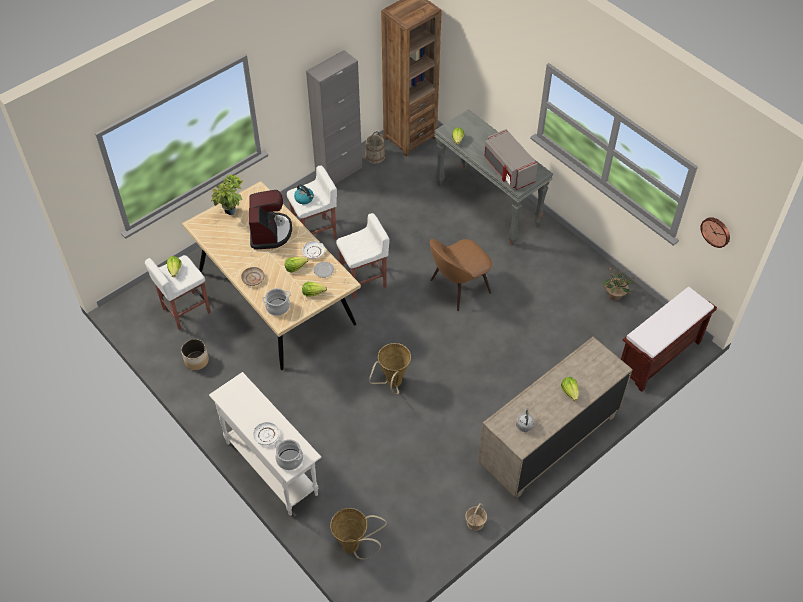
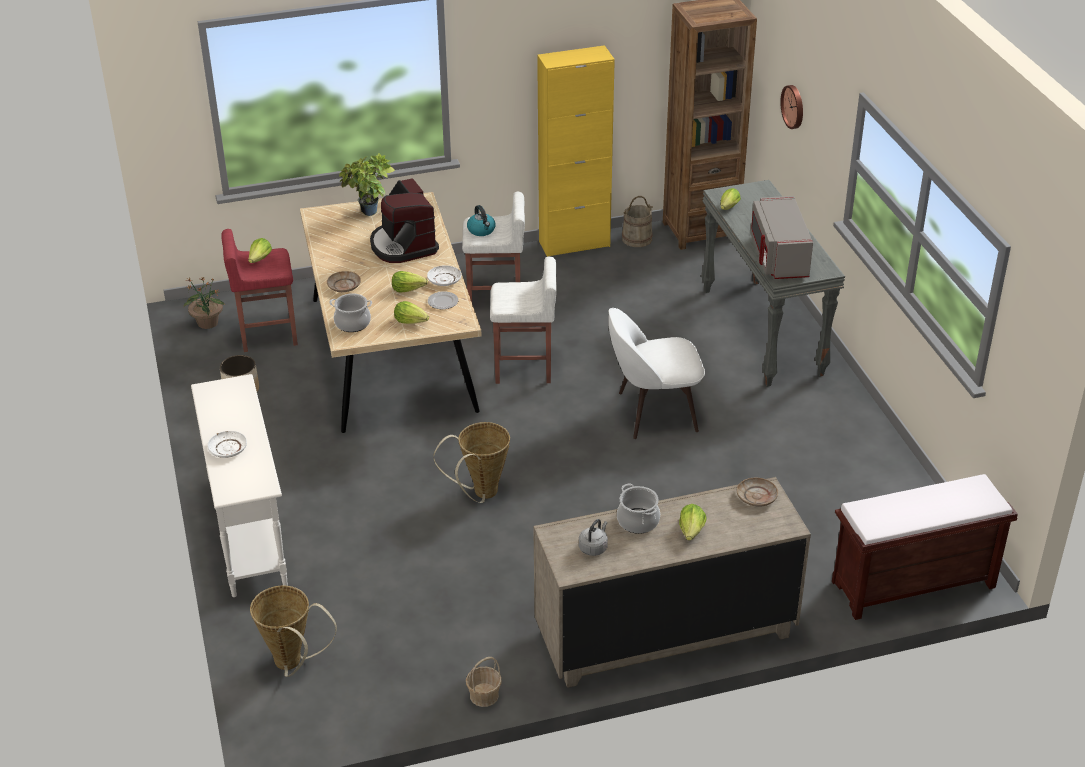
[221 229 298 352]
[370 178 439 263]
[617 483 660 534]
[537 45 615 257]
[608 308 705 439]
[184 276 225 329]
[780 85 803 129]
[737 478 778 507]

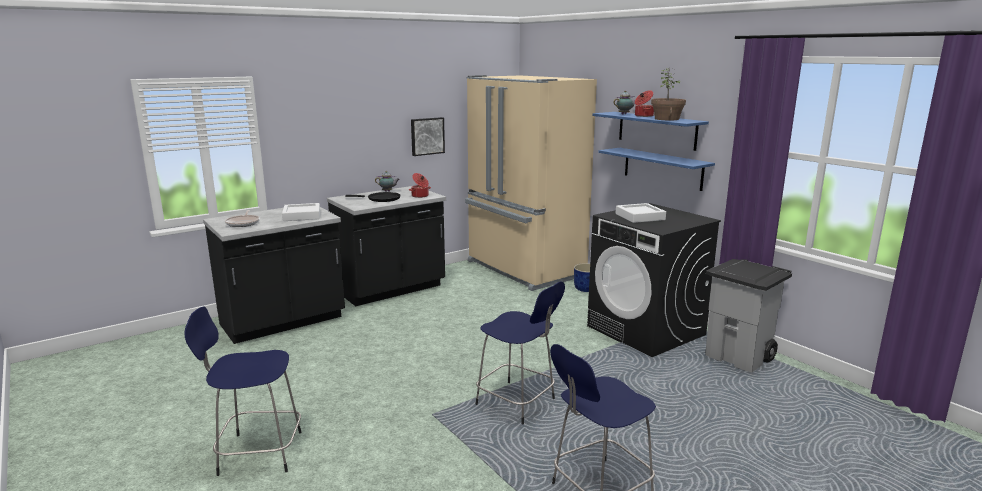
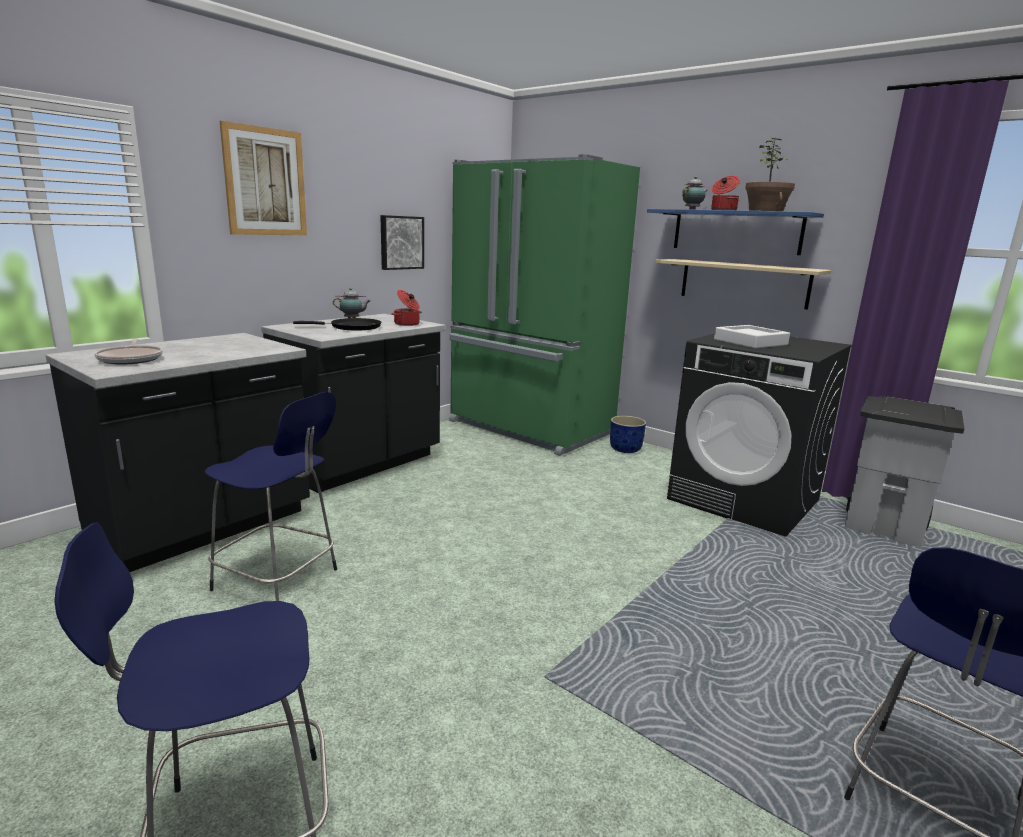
[282 203 320 221] (first image)
[449 154 640 456]
[205 392 337 601]
[655 259 831 310]
[220 121 307 235]

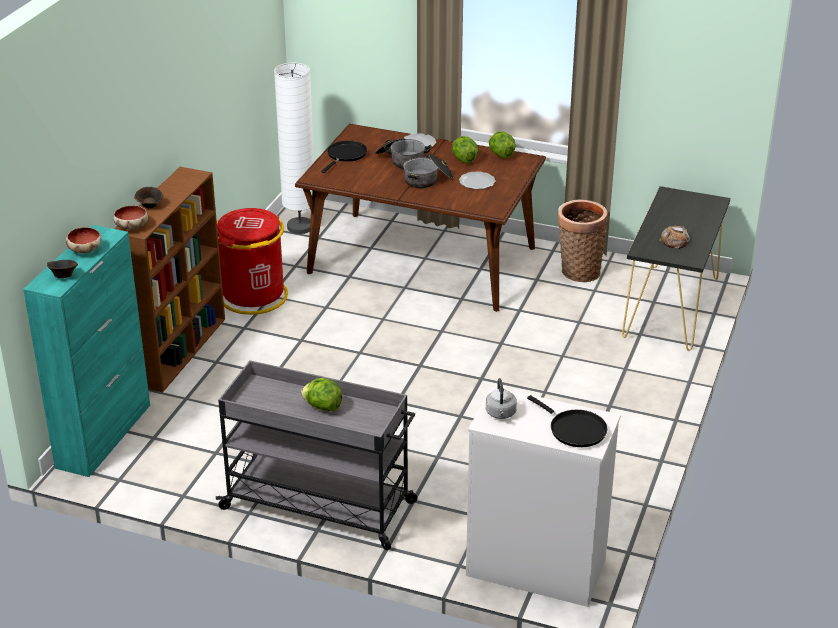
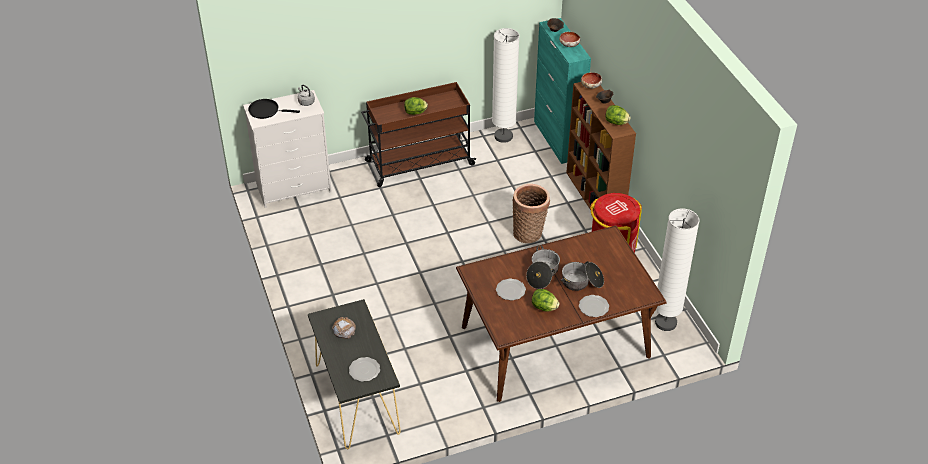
[361 82 476 187]
[321 141 367 173] (first image)
[605 105 631 125]
[512 184 550 243]
[349 357 380 382]
[492 28 520 143]

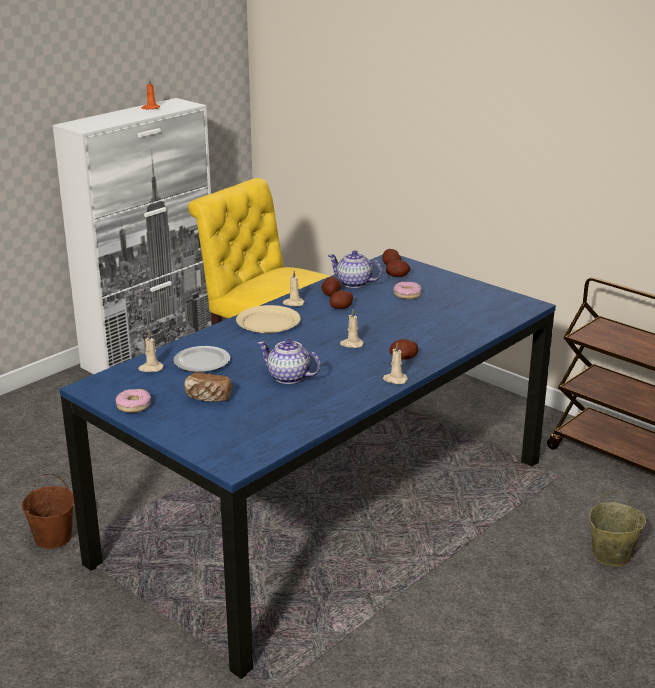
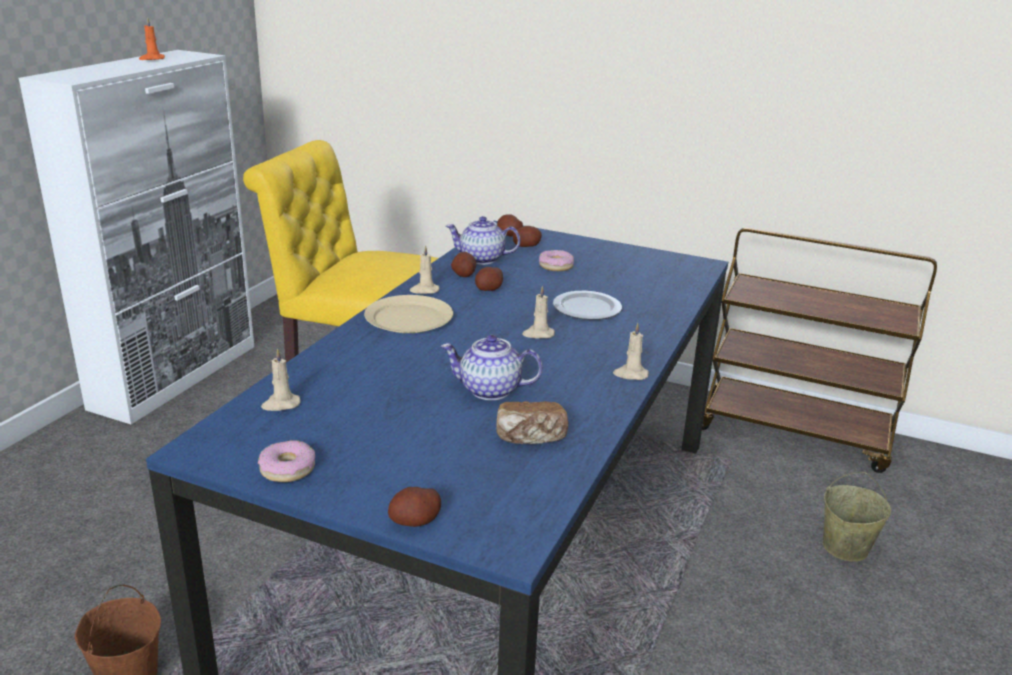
[553 291 622 320]
[496 401 568 444]
[388 487 441 527]

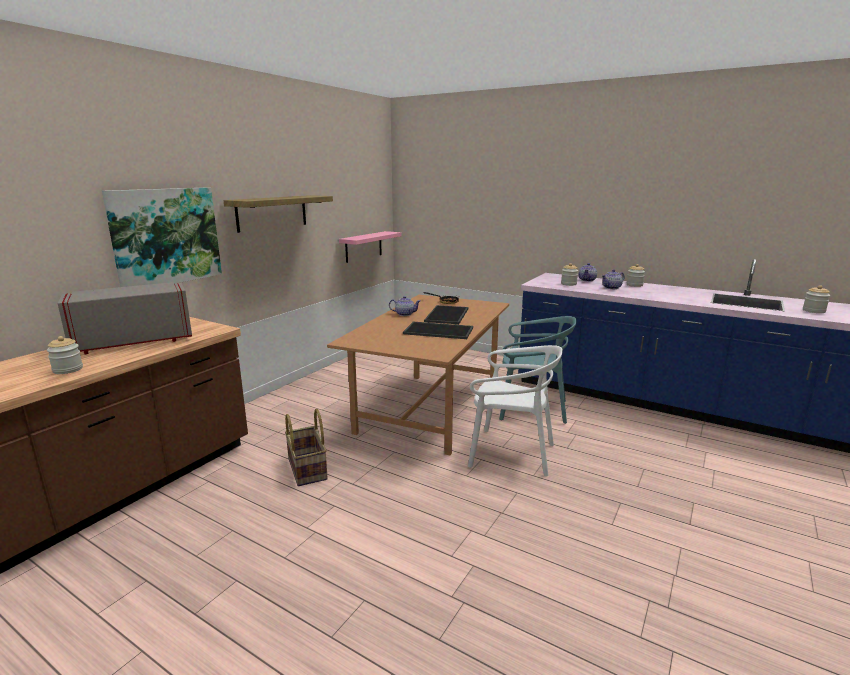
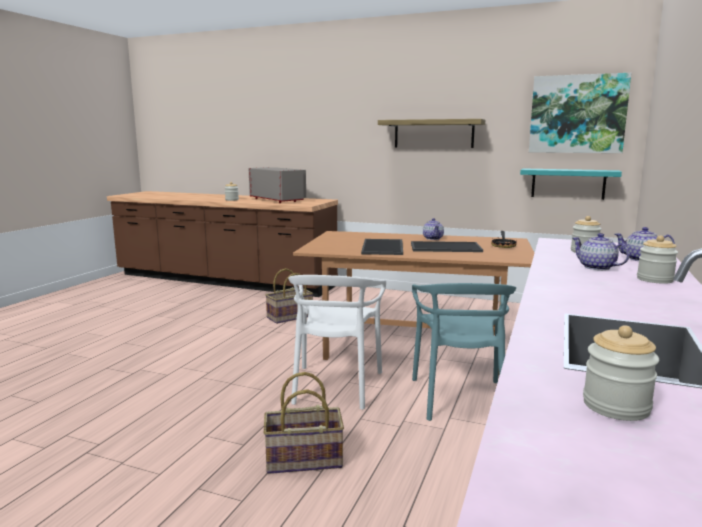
[529 73 631 153]
[520 168 622 200]
[264 372 344 474]

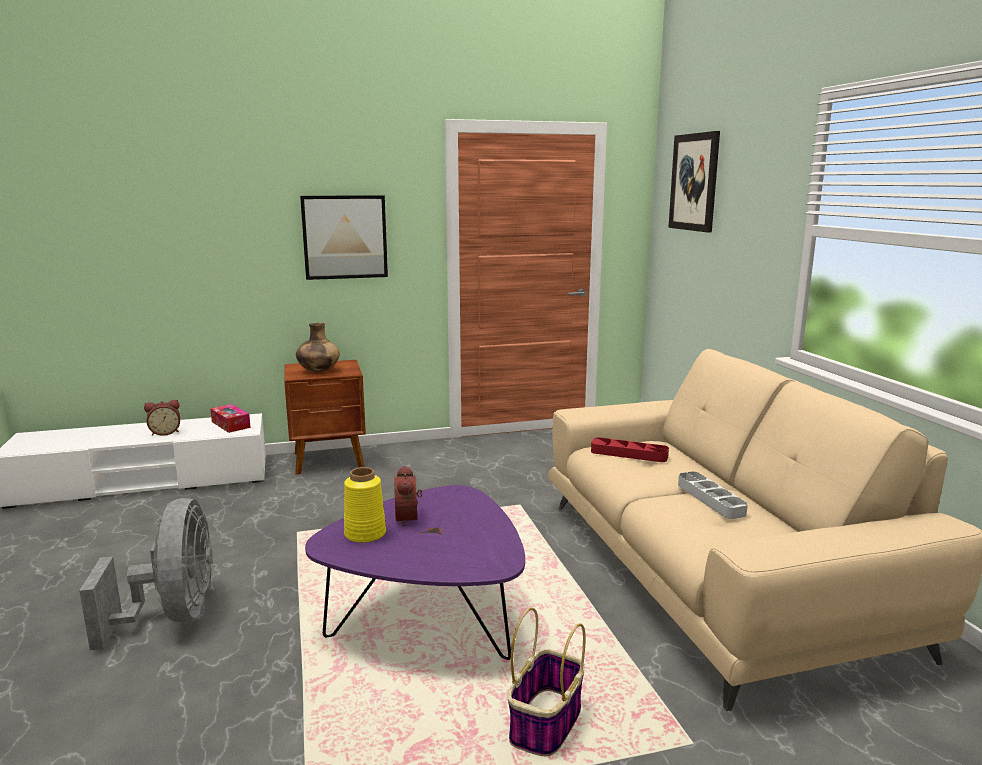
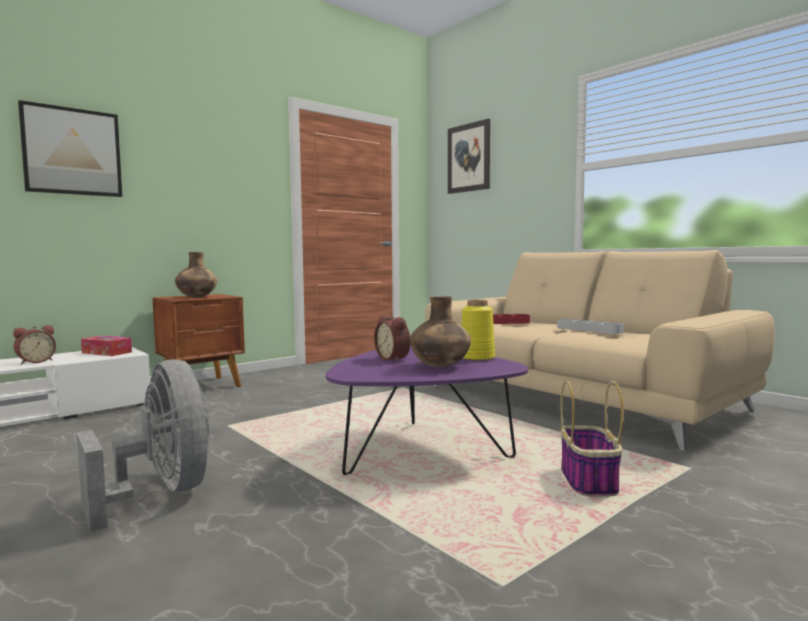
[18 100 122 197]
[461 300 495 361]
[410 296 471 367]

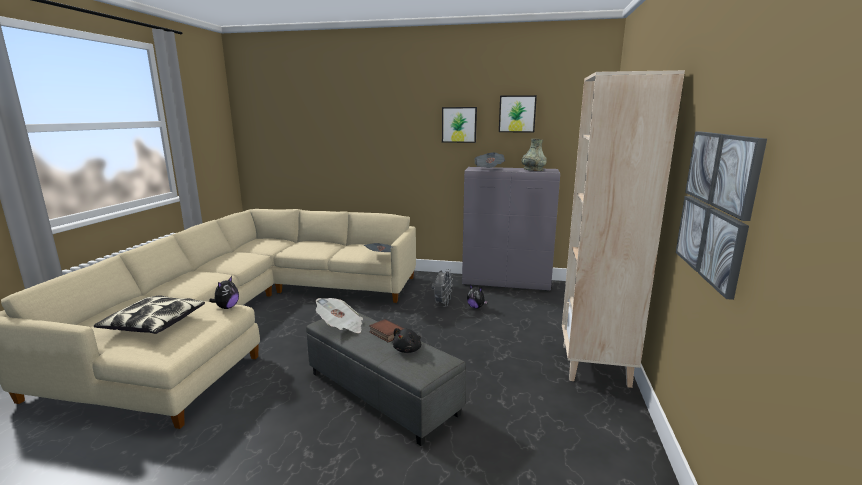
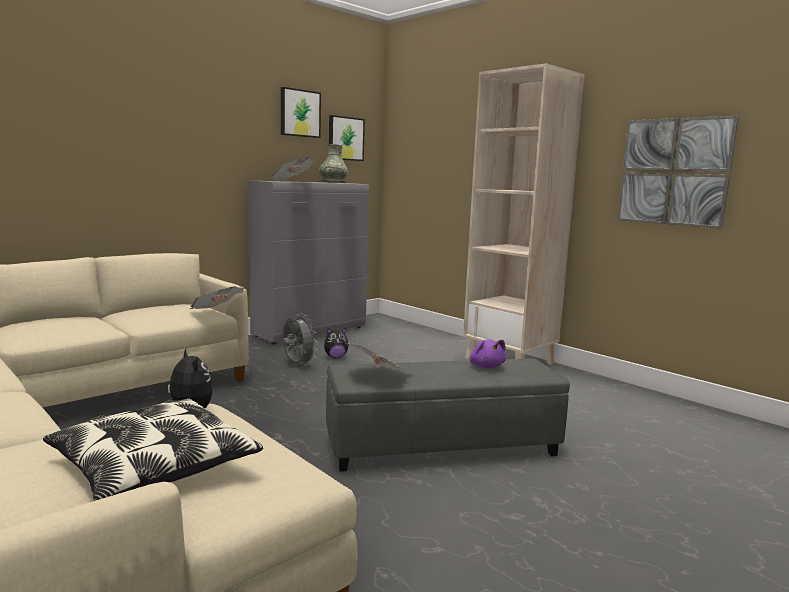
[369 319 404 343] (first image)
[470 339 506 369]
[329 115 365 161]

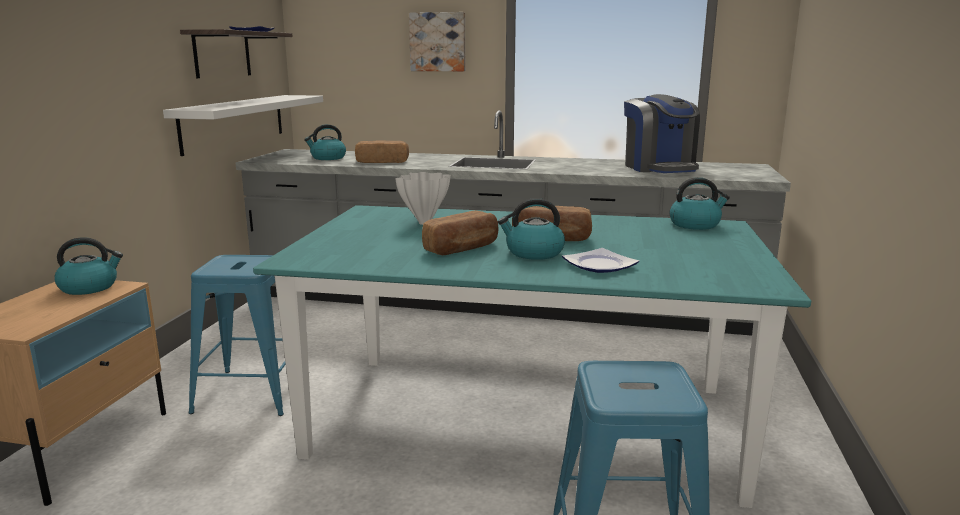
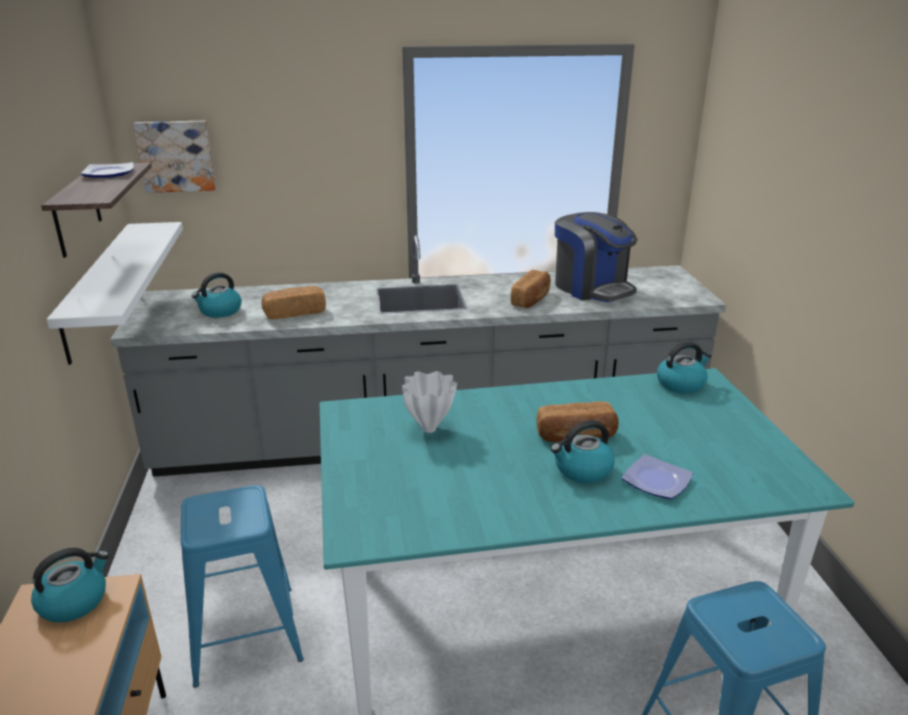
[133 121 216 193]
[511 270 551 308]

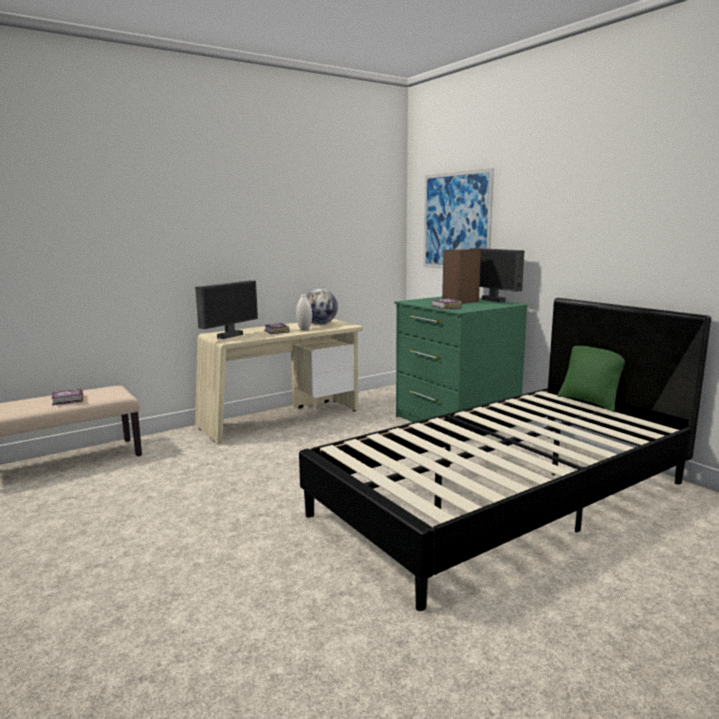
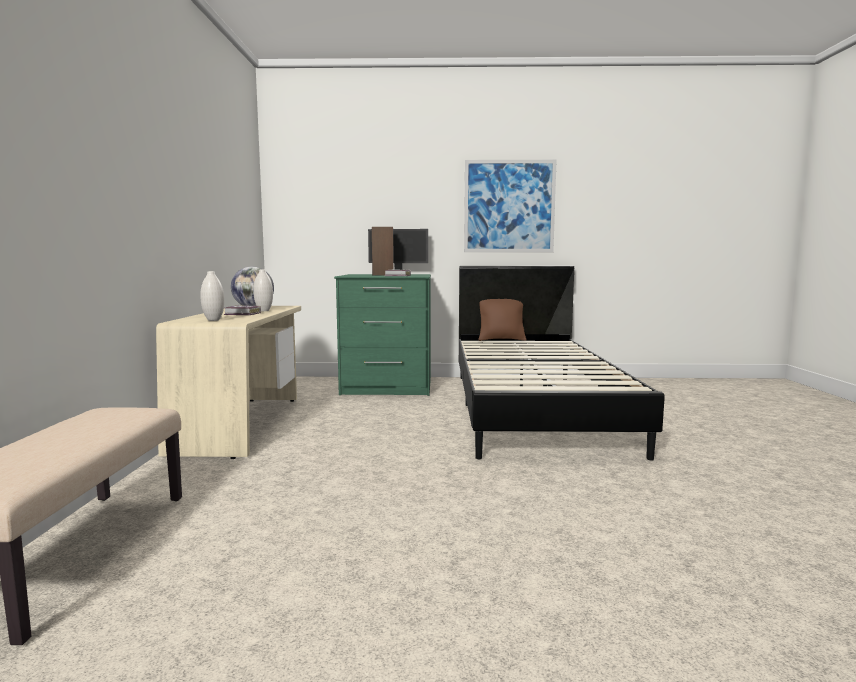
[51 389 83 405] (first image)
[200 271 224 321]
[464 160 557 252]
[478 299 527 341]

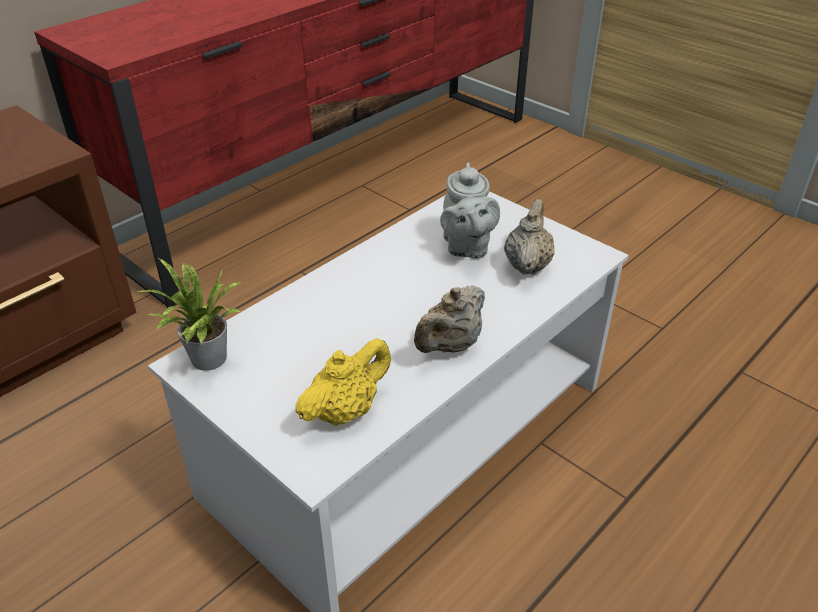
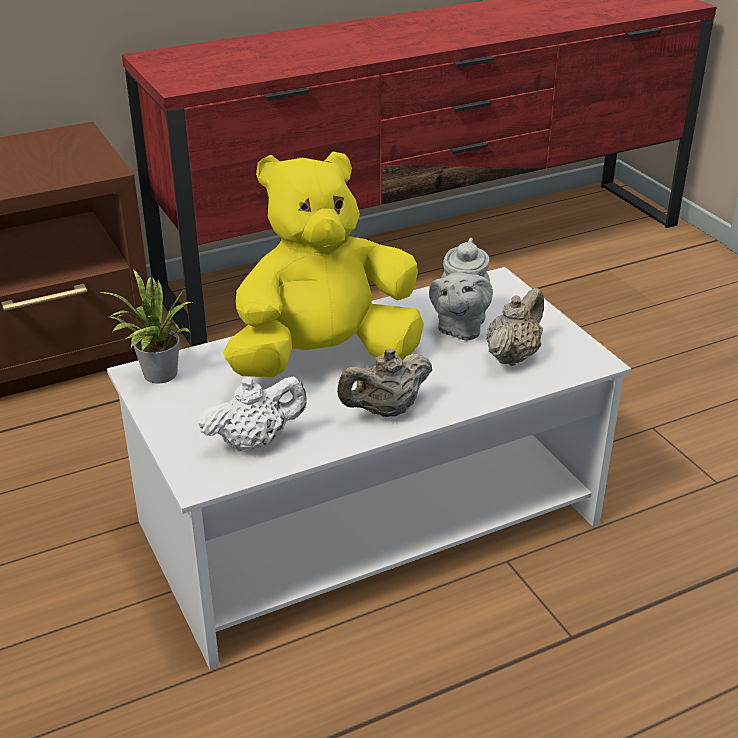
[198 376 307 452]
[223 152 424 377]

